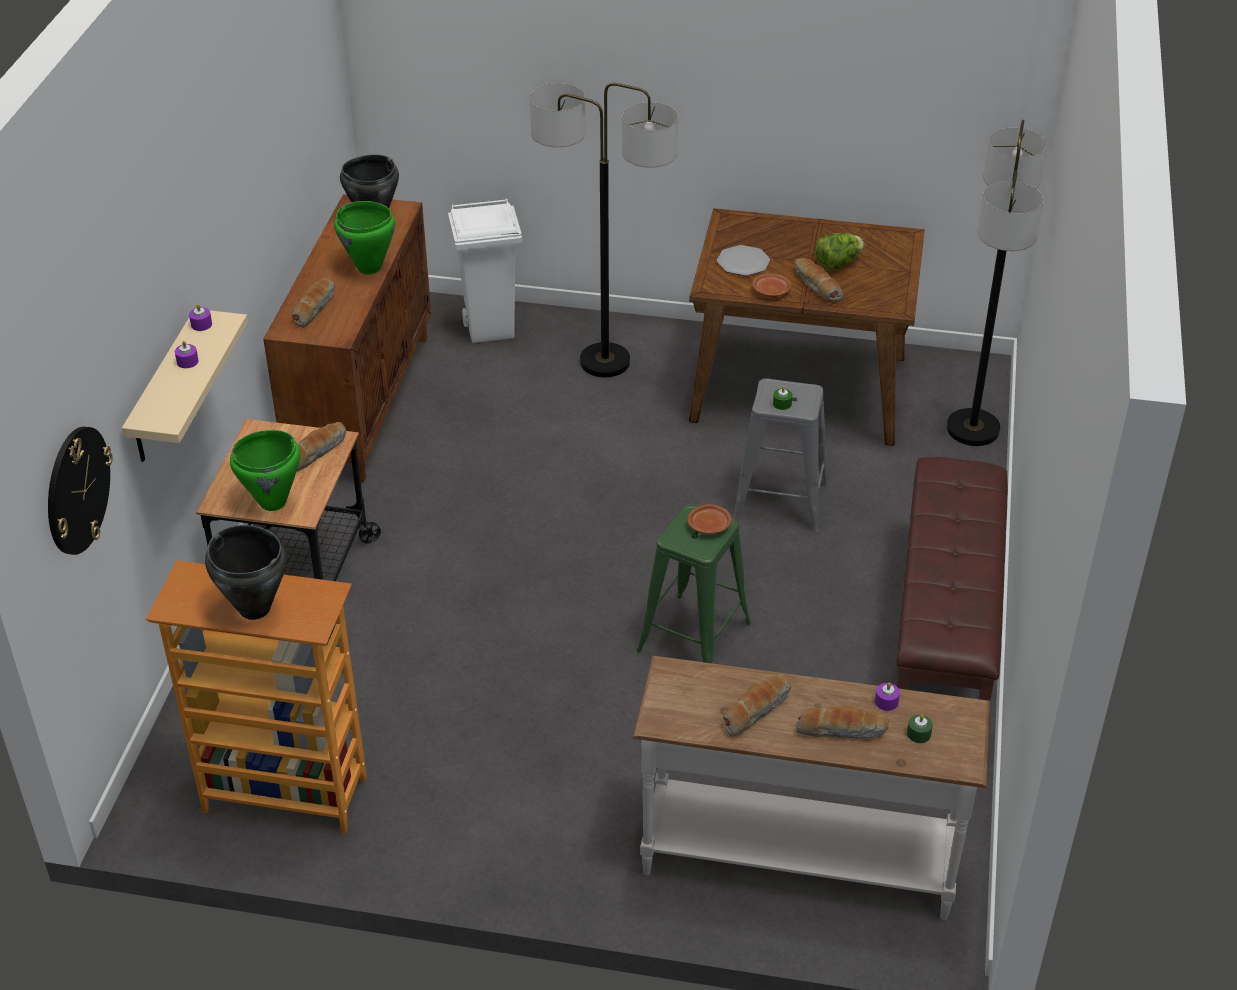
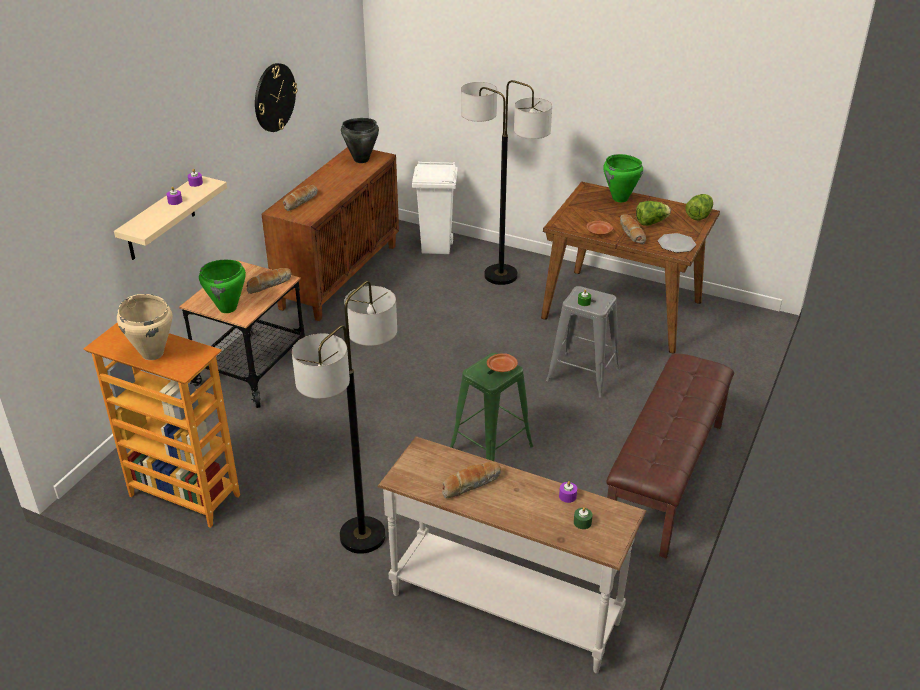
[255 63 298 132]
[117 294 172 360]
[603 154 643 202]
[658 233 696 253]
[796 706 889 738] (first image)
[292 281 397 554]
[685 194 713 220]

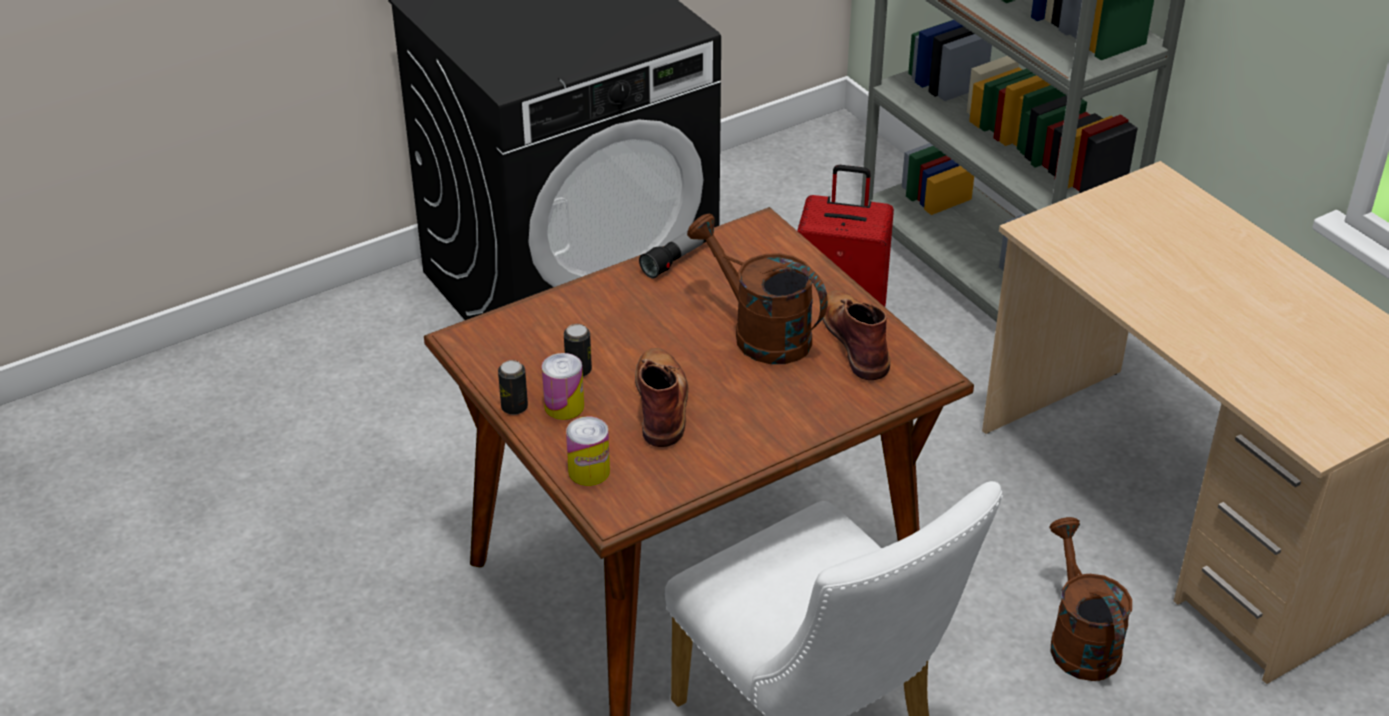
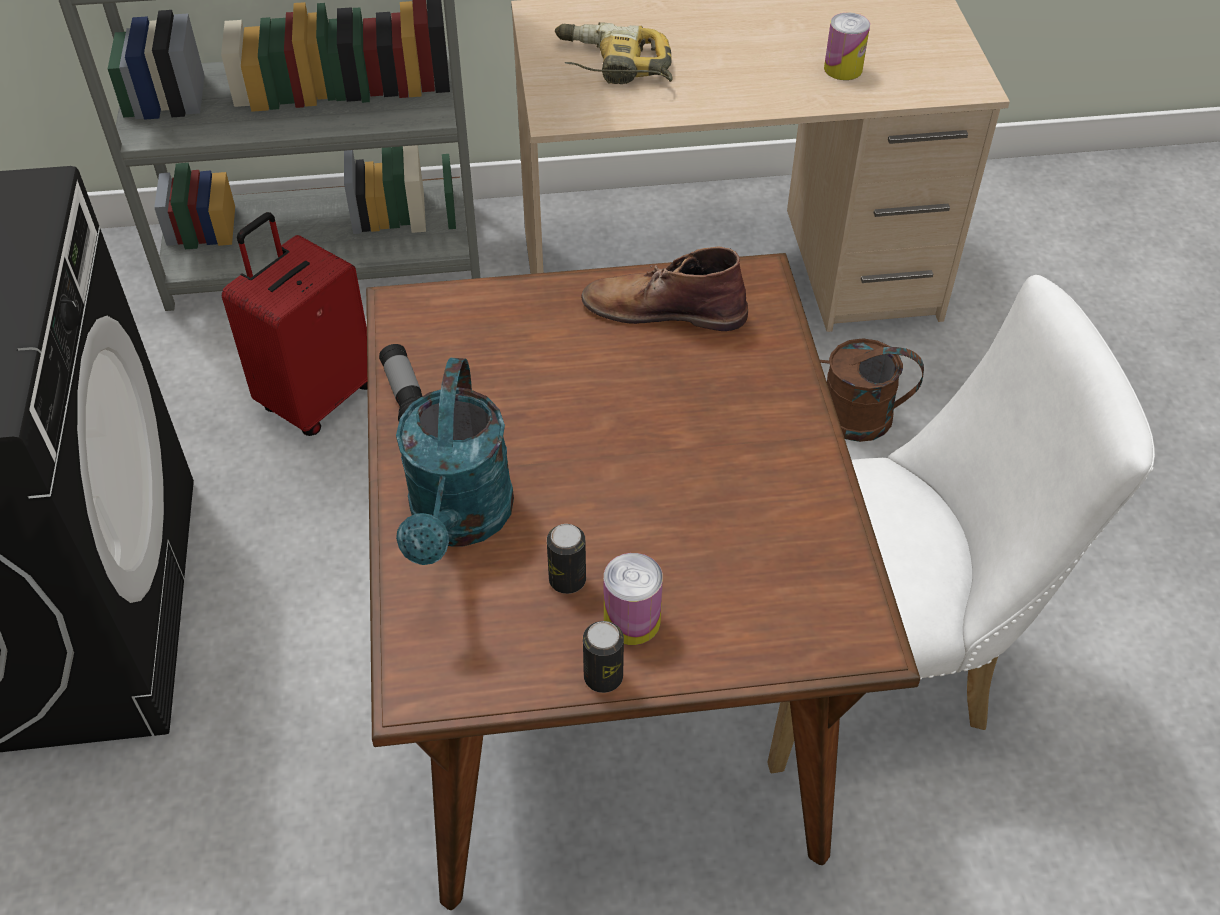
[824 12 870 80]
[635 348 688 447] (first image)
[687 214 828 364] (first image)
[396 358 514 565]
[555 22 672 84]

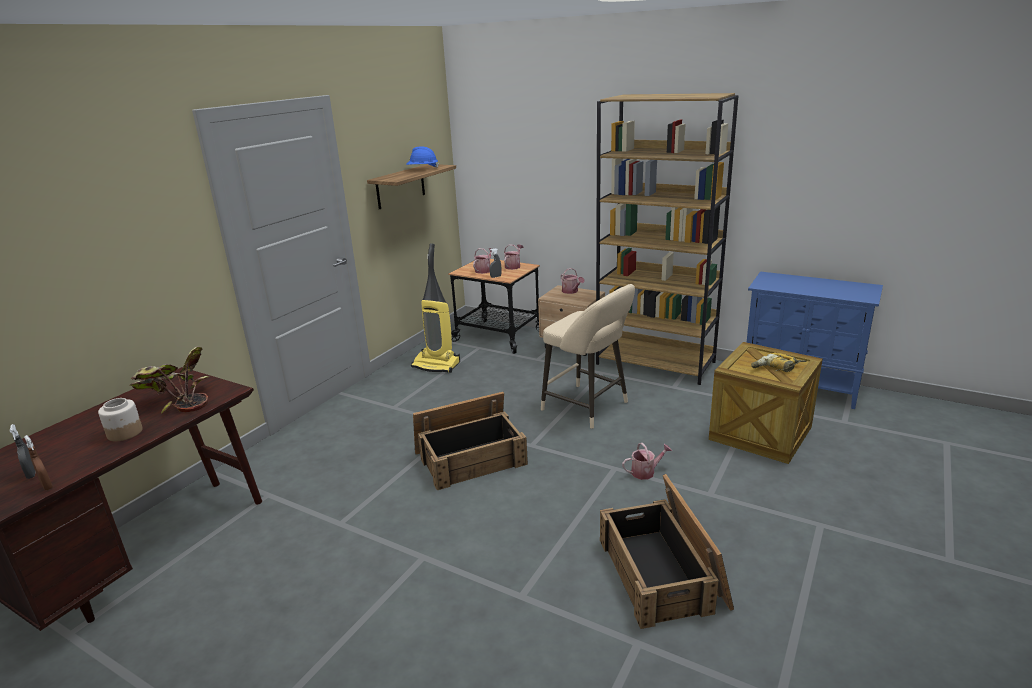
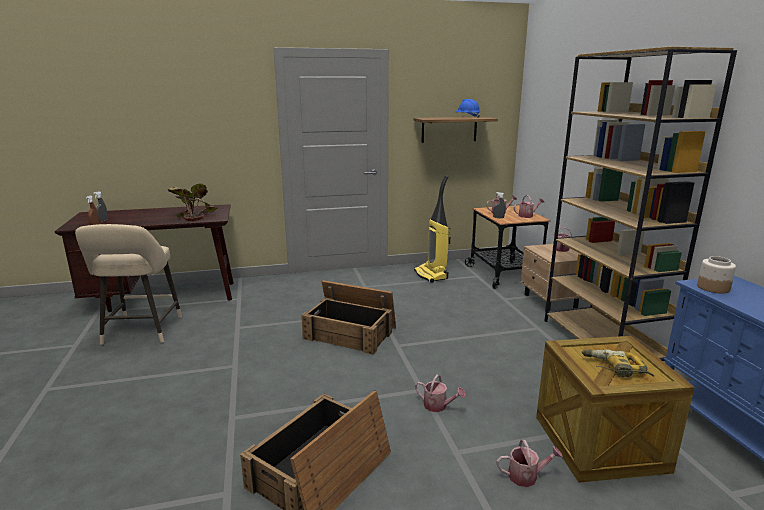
[697 256 736 294]
[75 224 182 345]
[497 440 563 487]

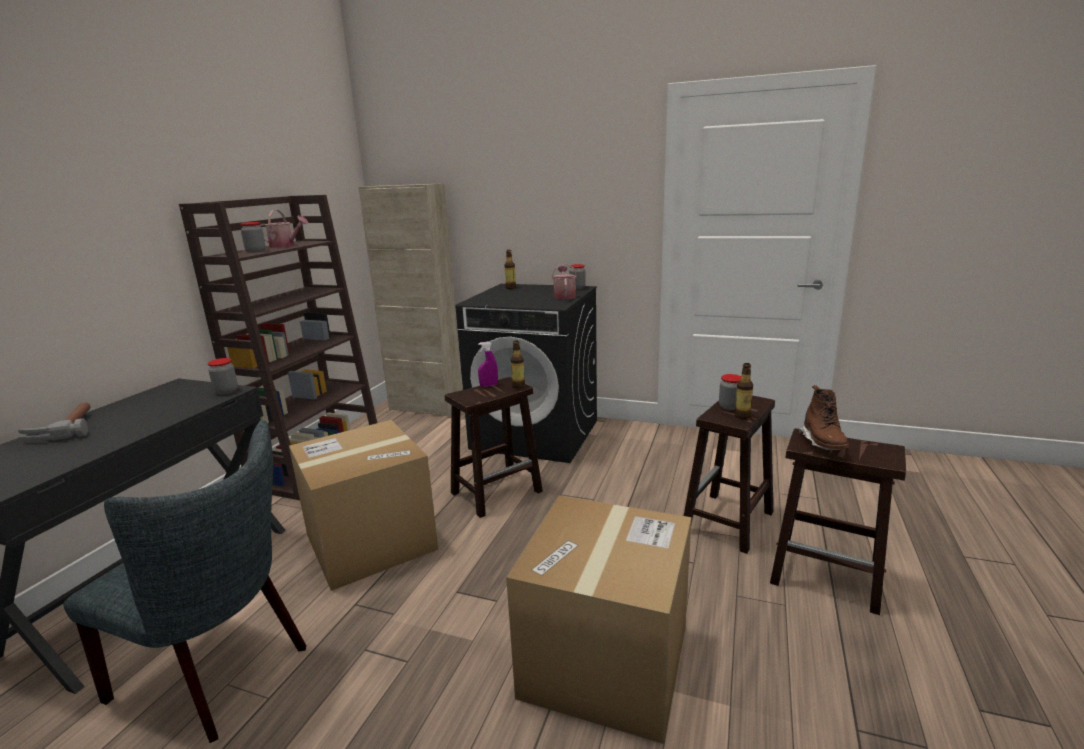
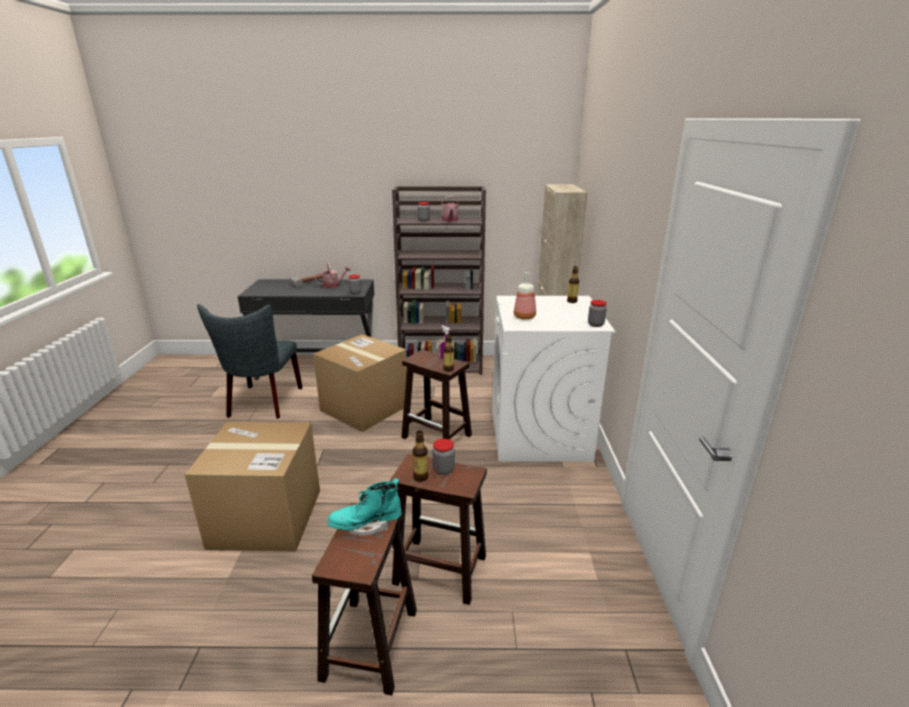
[492 296 616 462]
[314 263 351 288]
[327 478 401 536]
[514 272 536 320]

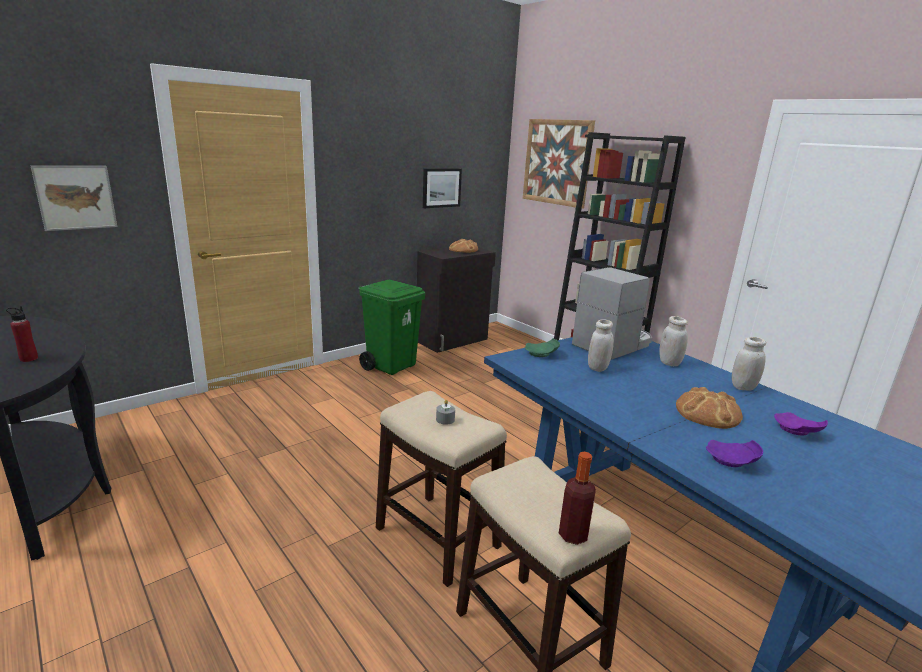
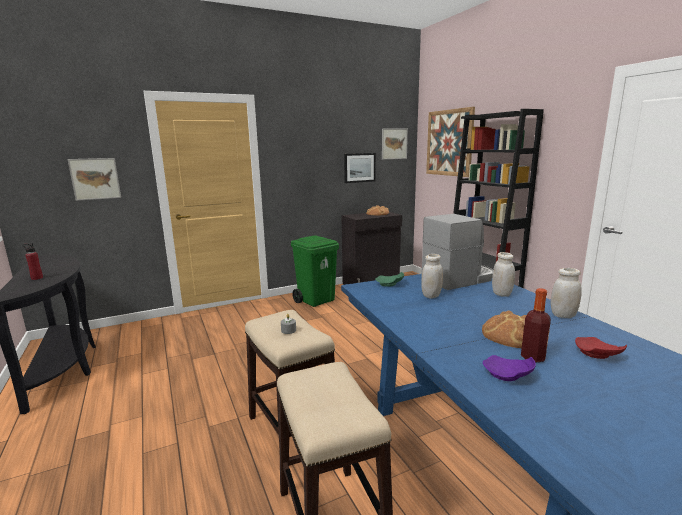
[521 288 551 363]
[575 337 627 359]
[382 129 408 160]

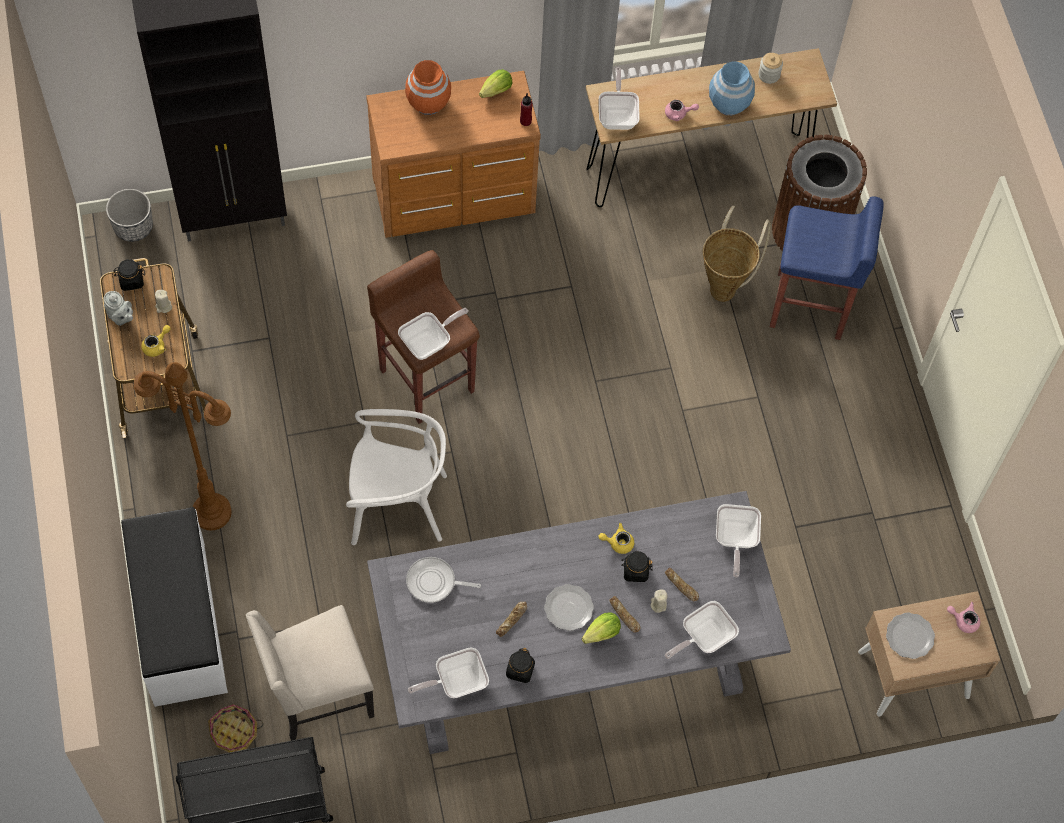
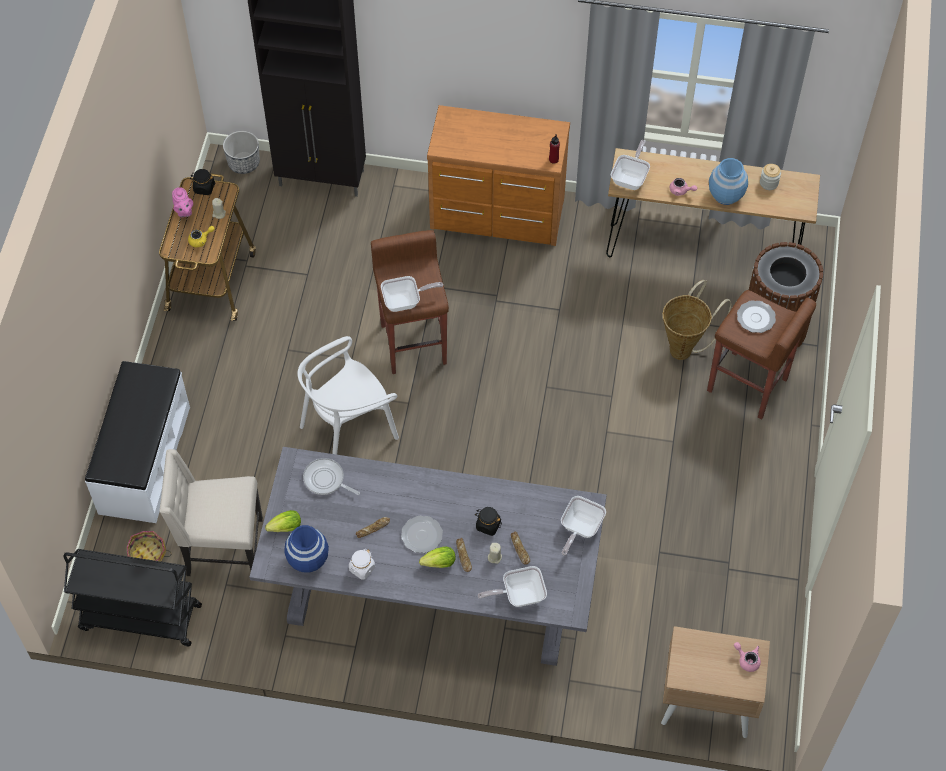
[172 187 193 217]
[134 362 231 530] (first image)
[298 336 399 455]
[405 60 451 115] (first image)
[284 525 329 572]
[265 510 301 532]
[349 549 375 580]
[598 523 634 554] (first image)
[707 290 816 419]
[737 300 776 333]

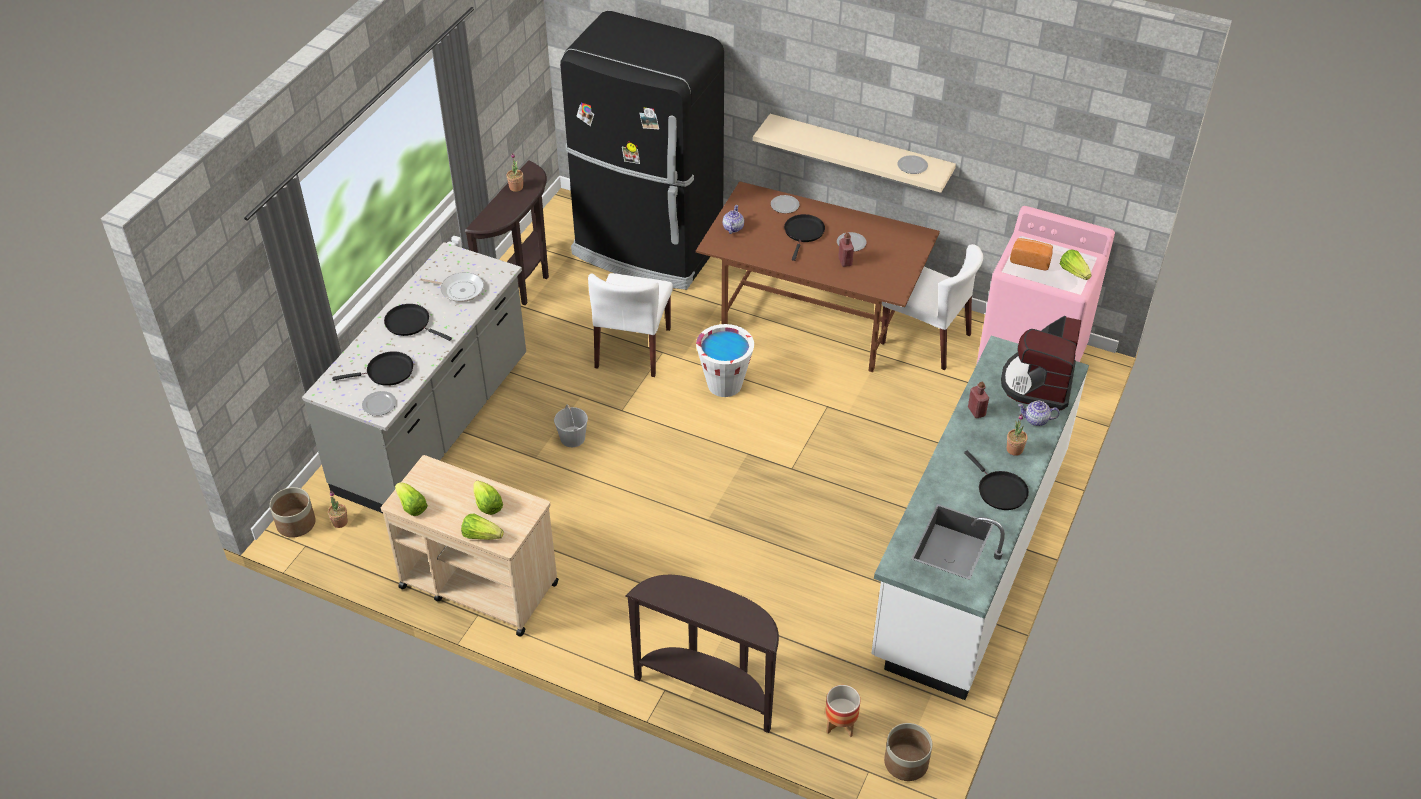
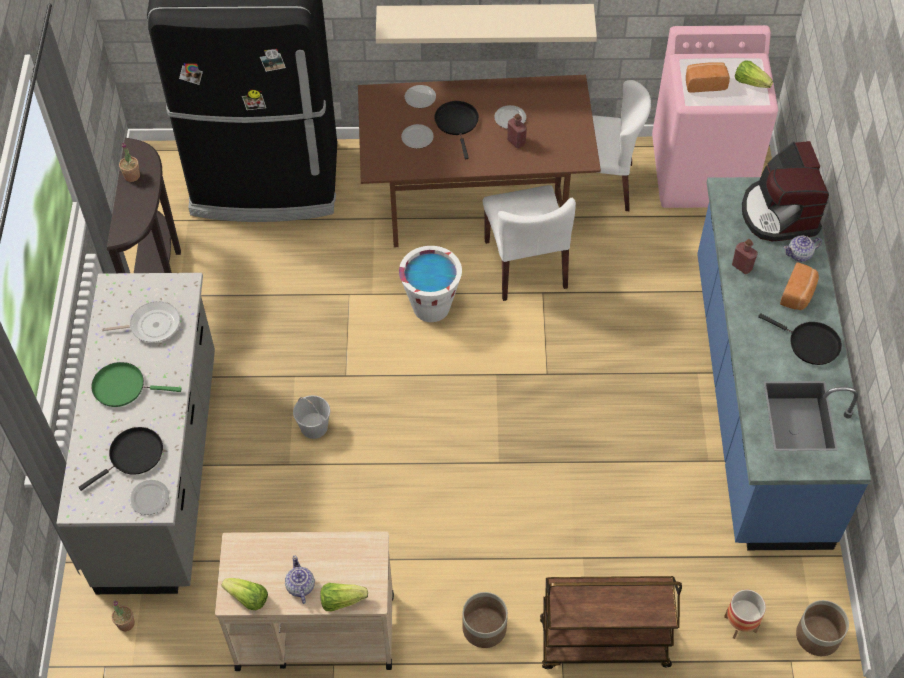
[463 592 508 648]
[91 362 182 407]
[473 481 503 515] (first image)
[483 185 576 301]
[540 576 682 669]
[285 556 315 604]
[697 177 871 550]
[401 124 434 149]
[780 262 819 310]

